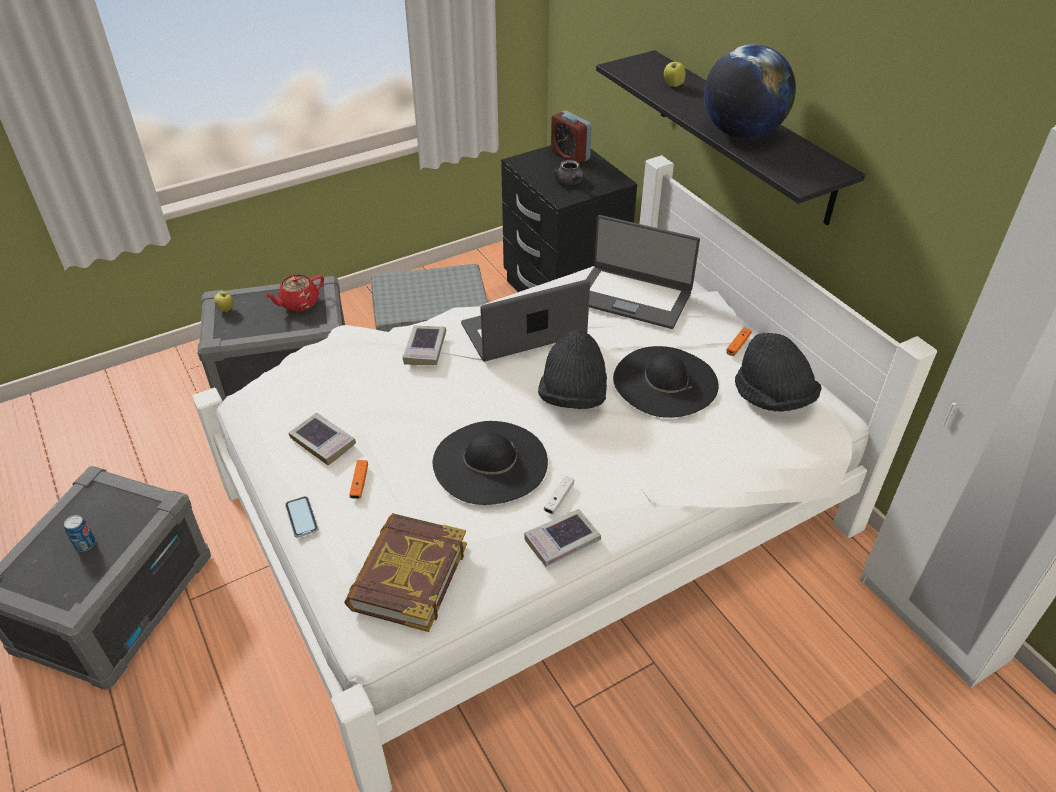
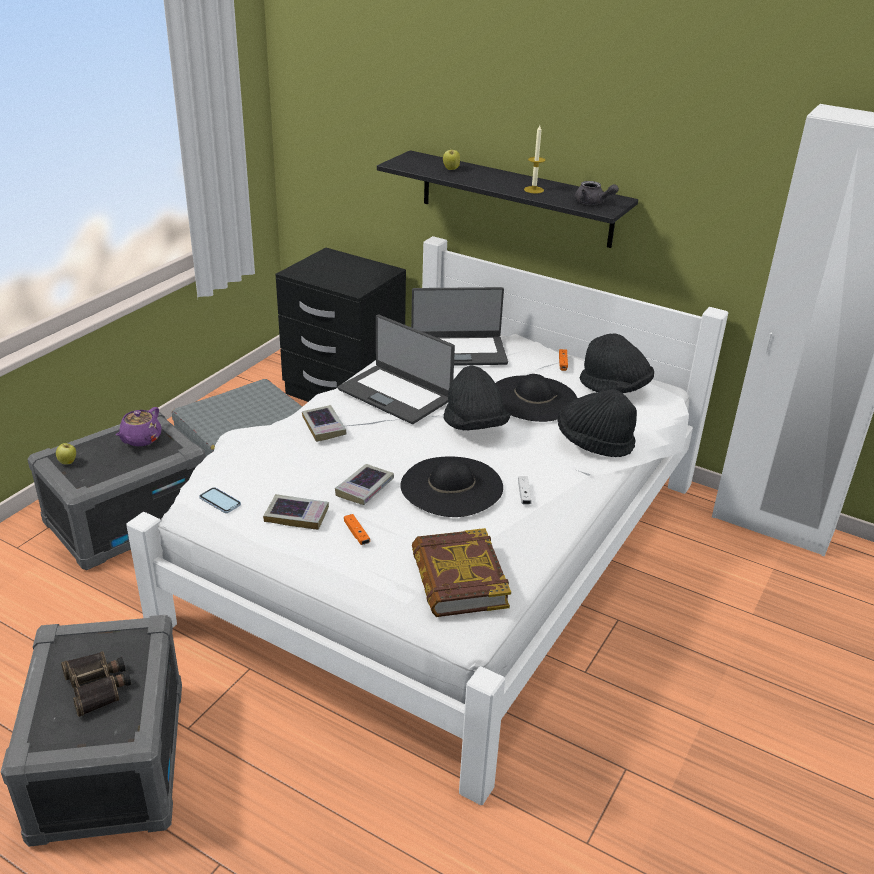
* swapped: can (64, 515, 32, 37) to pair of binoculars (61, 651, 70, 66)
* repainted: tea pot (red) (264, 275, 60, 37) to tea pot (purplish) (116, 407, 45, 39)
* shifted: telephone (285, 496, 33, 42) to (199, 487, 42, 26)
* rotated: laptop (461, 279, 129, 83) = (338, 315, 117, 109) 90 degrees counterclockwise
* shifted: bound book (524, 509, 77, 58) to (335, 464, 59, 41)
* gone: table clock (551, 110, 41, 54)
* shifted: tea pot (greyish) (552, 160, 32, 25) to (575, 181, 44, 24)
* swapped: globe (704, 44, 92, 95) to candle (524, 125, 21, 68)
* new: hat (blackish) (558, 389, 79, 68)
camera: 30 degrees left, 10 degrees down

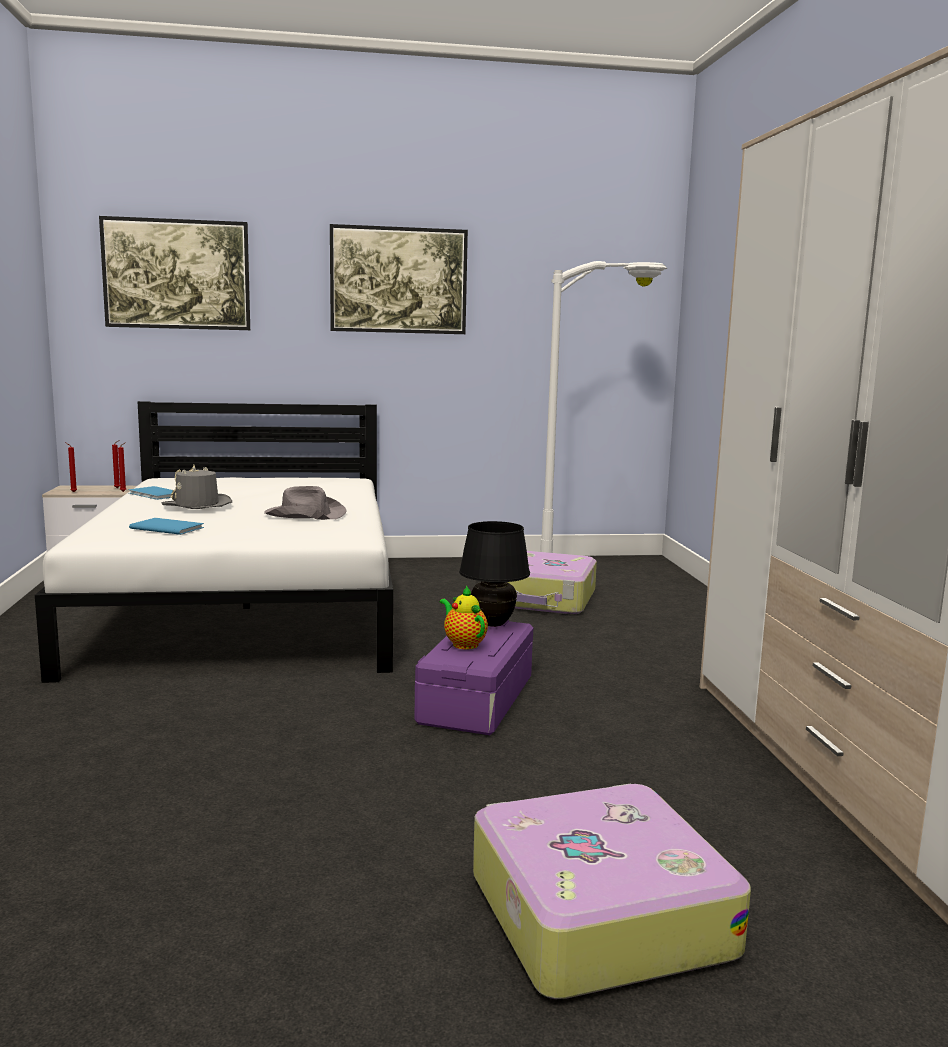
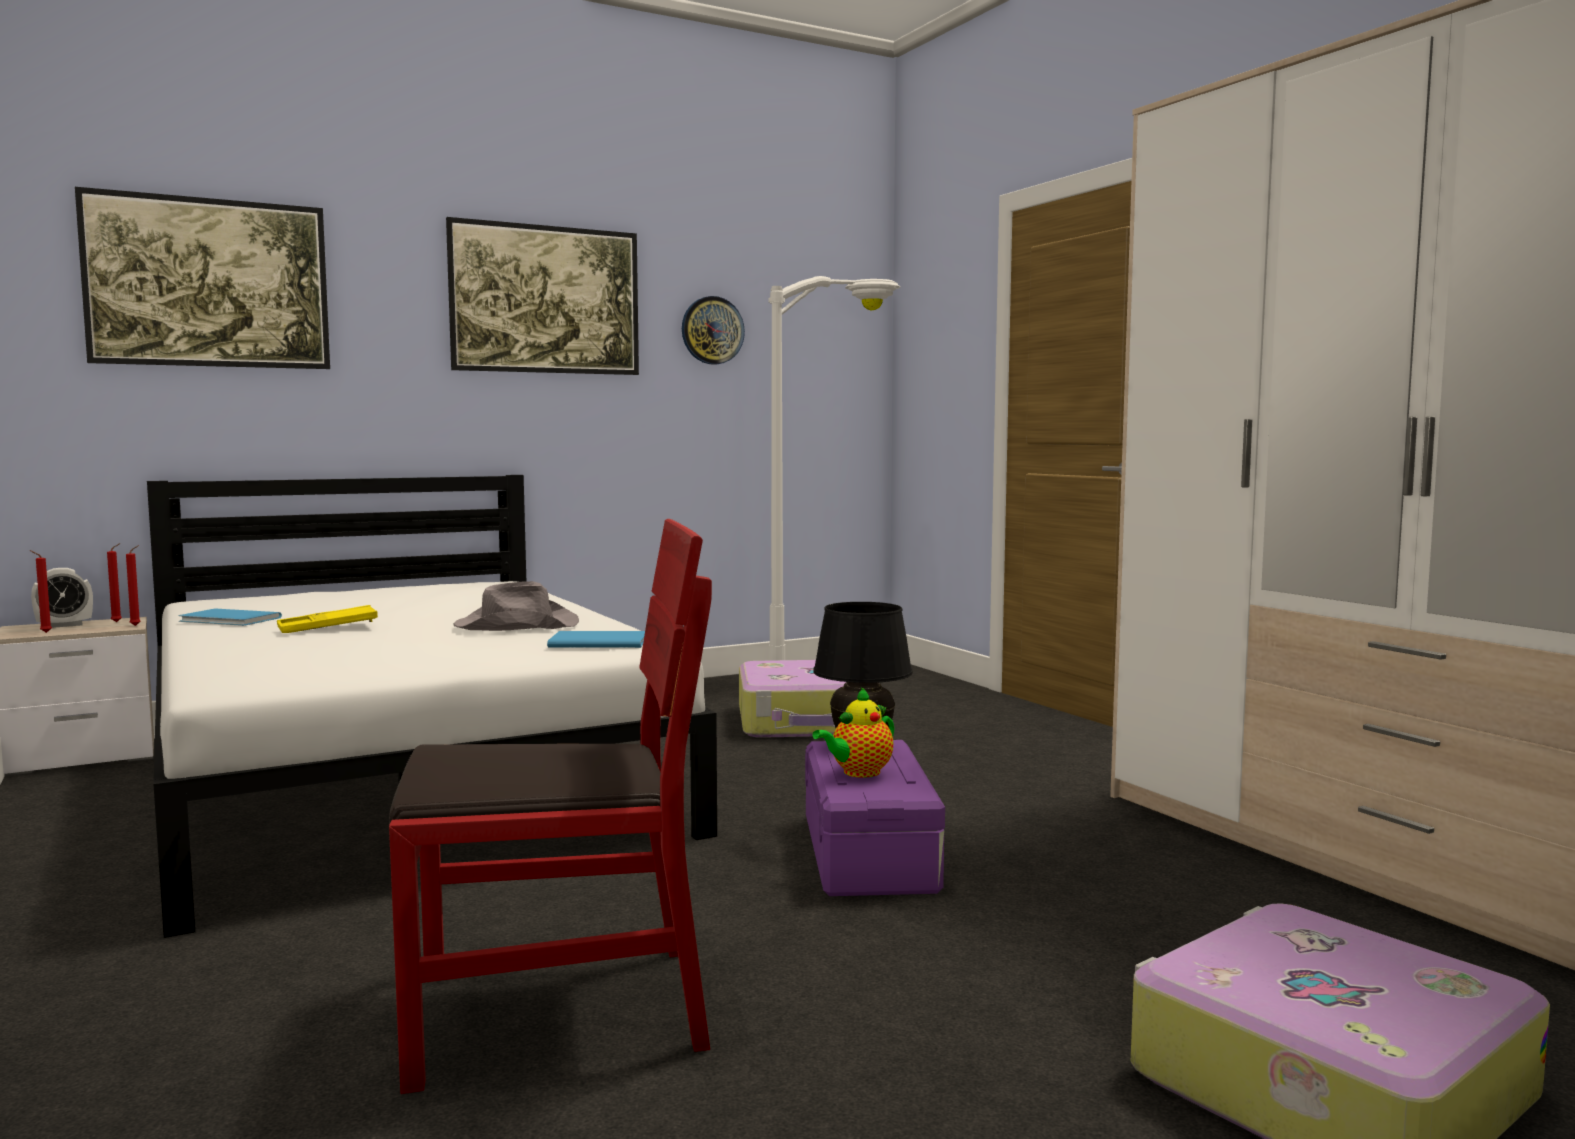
* shifted: bound book (bluish) (129, 518, 75, 17) to (547, 631, 98, 17)
* swapped: hat (greyish) (162, 465, 70, 44) to serving tray (yellow-coloured) (277, 605, 101, 28)
* rotated: tea pot (440, 586, 48, 63) = (812, 687, 82, 91) 75 degrees counterclockwise
* new: table clock (31, 568, 62, 60)
* new: upright chair (red) (389, 519, 323, 575)
* new: clock on the wall (682, 296, 63, 68)
camera: 20 degrees left, 5 degrees down

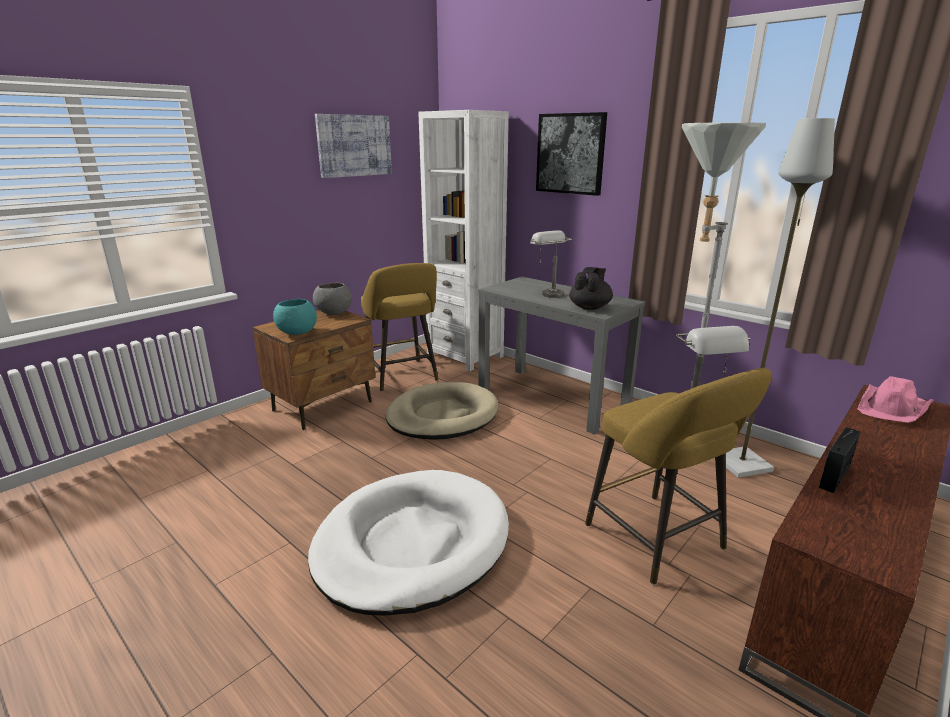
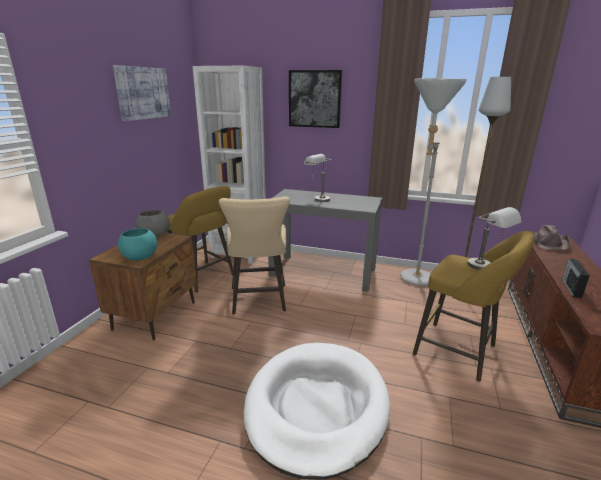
* swapped: dog bed (sand-coloured) (385, 382, 113, 58) to stool seat (sand-coloured) (219, 197, 71, 117)
* gone: tea pot (blackish) (569, 267, 44, 43)
* repainted: hat (pink-coloured) (858, 376, 76, 47) to hat (brown) (530, 225, 40, 25)
camera: 25 degrees left, 0 degrees up

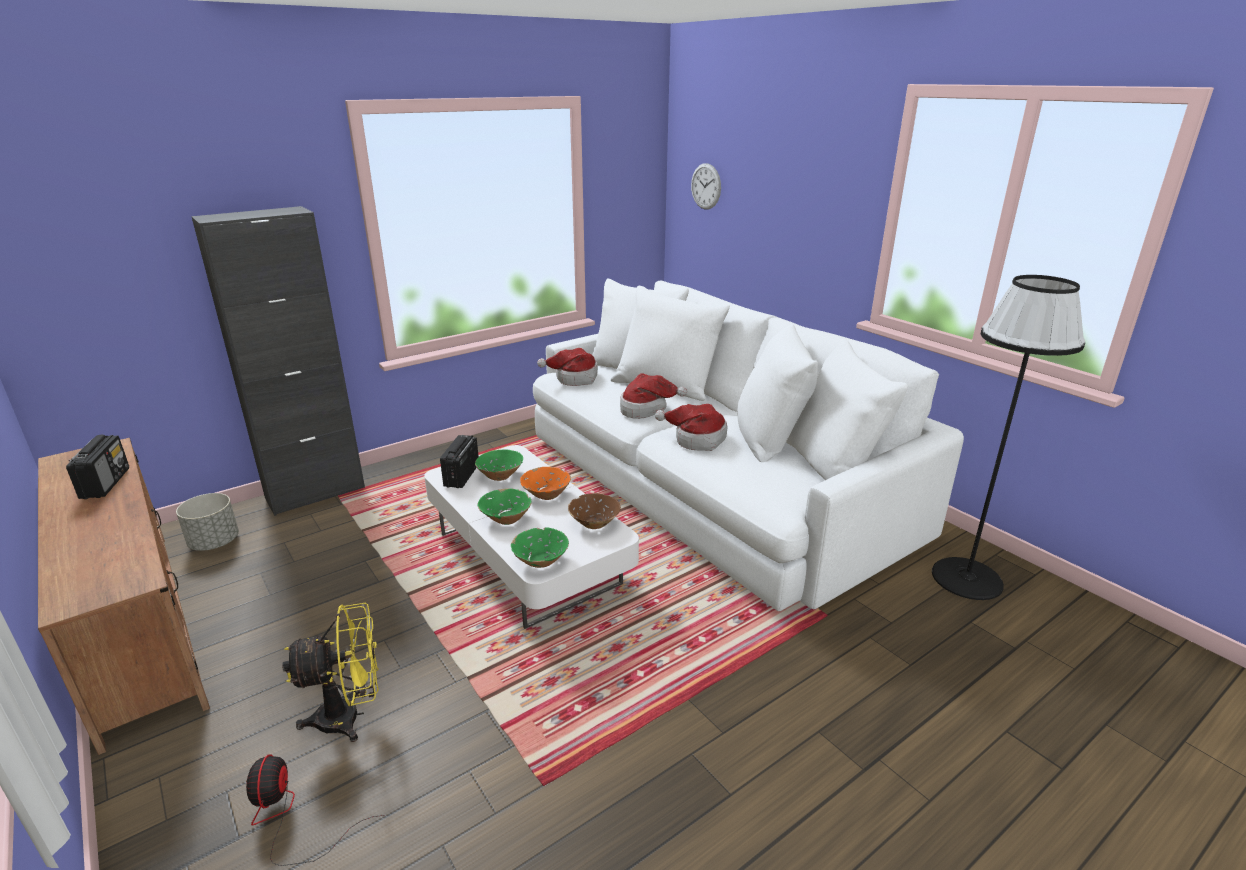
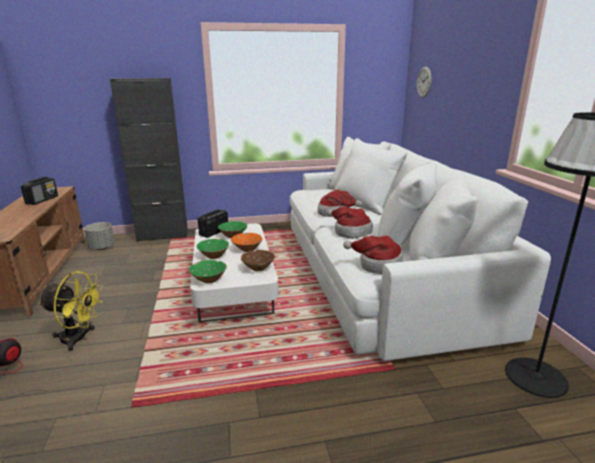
* shifted: hat (537, 348, 61, 38) to (343, 236, 60, 38)
camera: 25 degrees right, 5 degrees down

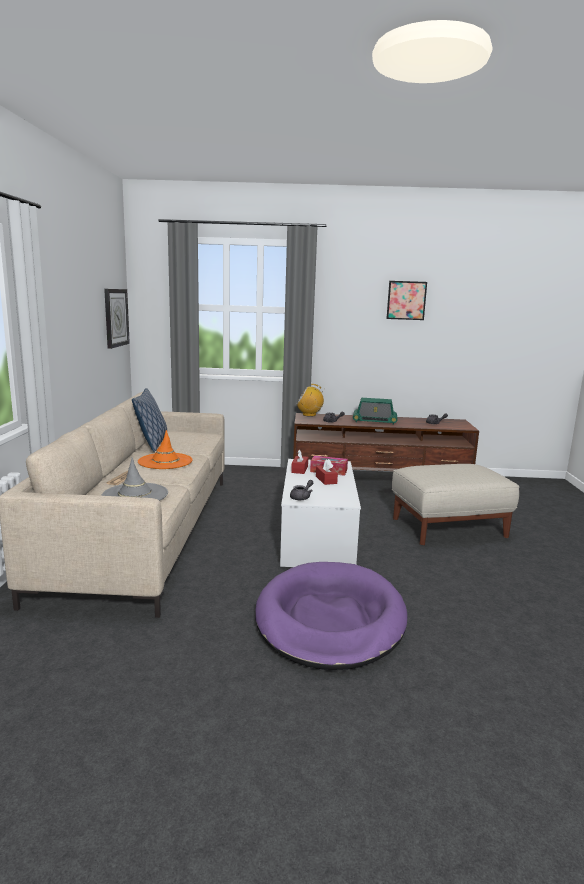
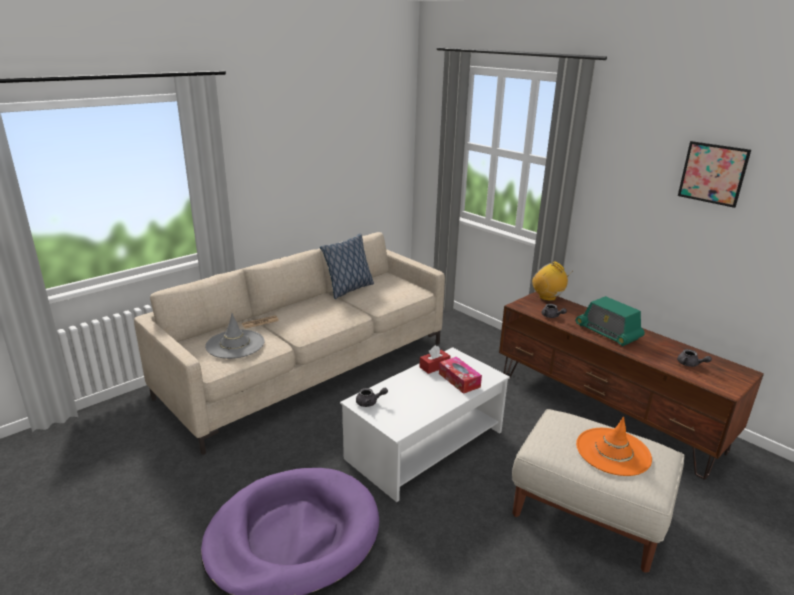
* gone: clock on the wall (104, 289, 26, 60)
* shifted: hat (orange) (138, 430, 54, 39) to (576, 417, 76, 59)
* gone: tissue box (red) (316, 459, 22, 26)
camera: 45 degrees right, 10 degrees up

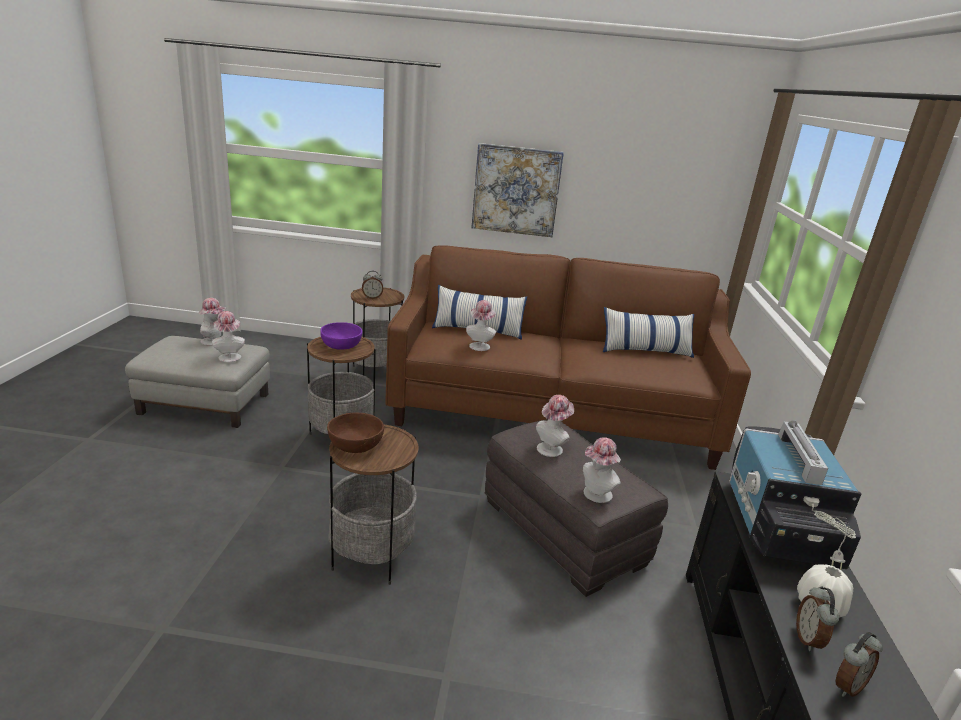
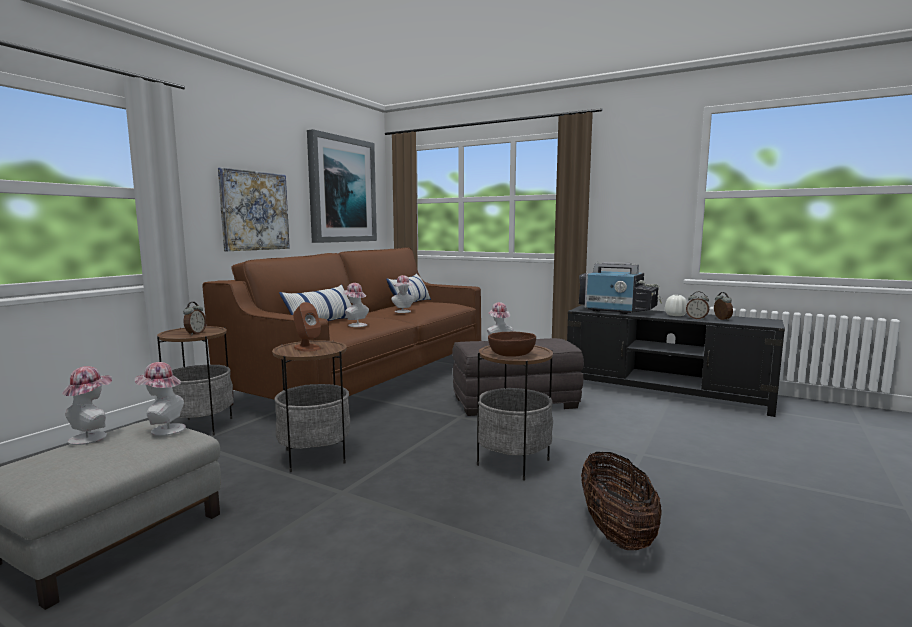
* swapped: serving bowl (purplish) (320, 322, 42, 28) to speaker (brown) (293, 302, 28, 50)
* shifted: hat (583, 437, 38, 66) to (391, 275, 24, 38)
* new: wall art (307, 129, 70, 114)
* new: basket (581, 452, 81, 98)
camera: 65 degrees left, 15 degrees down

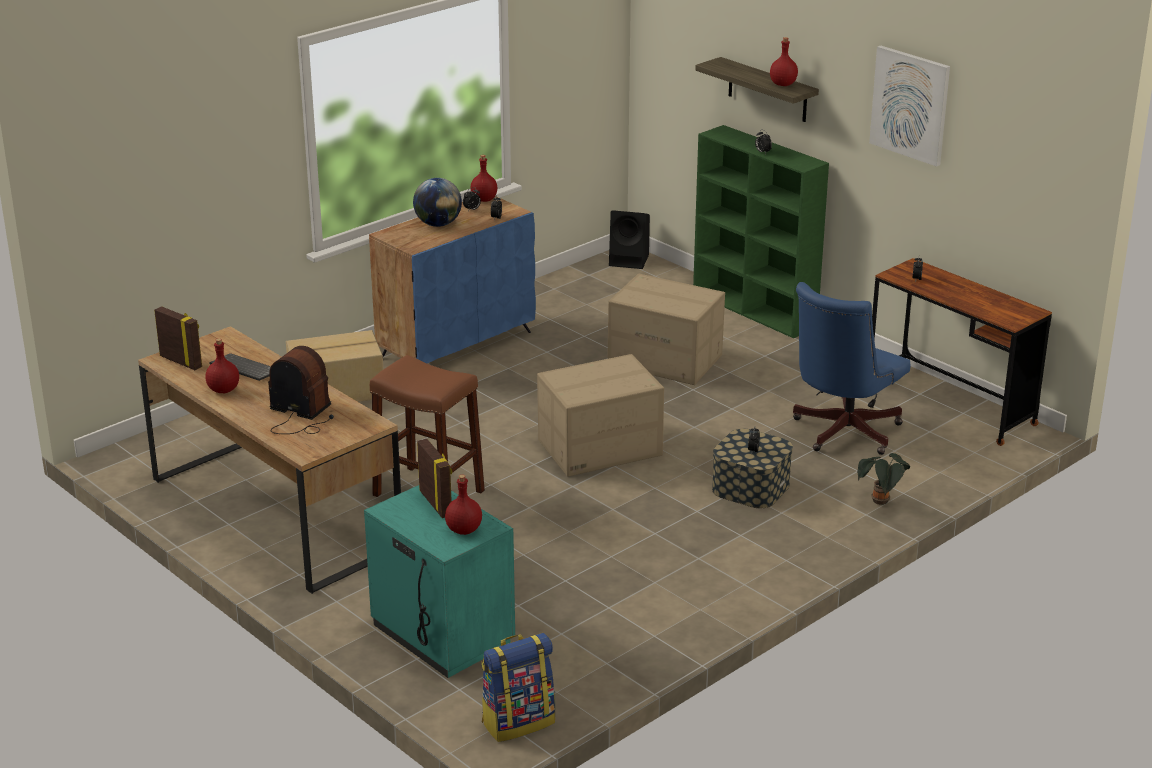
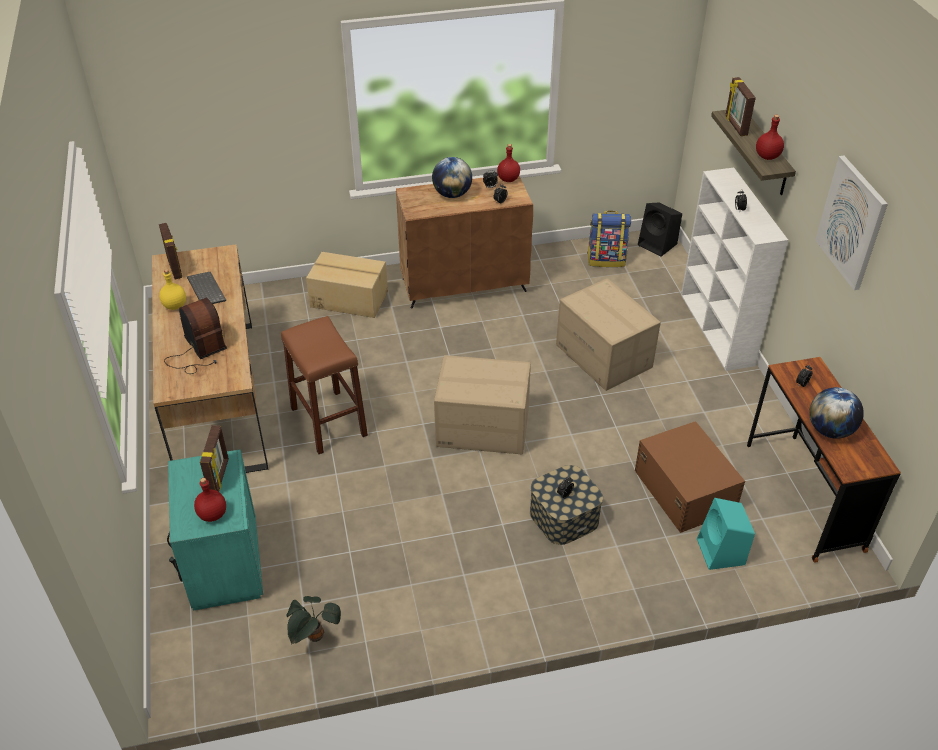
* repainted: bottle (red) (205, 338, 34, 55) to bottle (yellow-coloured) (159, 269, 27, 41)
* repainted: cabinet (bluish) (369, 196, 167, 167) to cabinet (brown) (396, 176, 137, 133)
* shifted: rucksack (482, 633, 73, 109) to (587, 211, 44, 56)
* repainted: shelving unit (green-coloured) (693, 125, 136, 213) to shelving unit (white-coloured) (681, 168, 107, 203)
* swapped: desk chair (bluish) (793, 282, 117, 173) to storage container (brown) (635, 421, 110, 112)
* shifted: potted plant (857, 453, 53, 52) to (287, 596, 54, 49)
* new: speaker (turquoise-coloured) (697, 498, 58, 72)
* new: photo frame (726, 77, 30, 59)
* new: globe (809, 387, 55, 52)
camera: 30 degrees right, 15 degrees up

